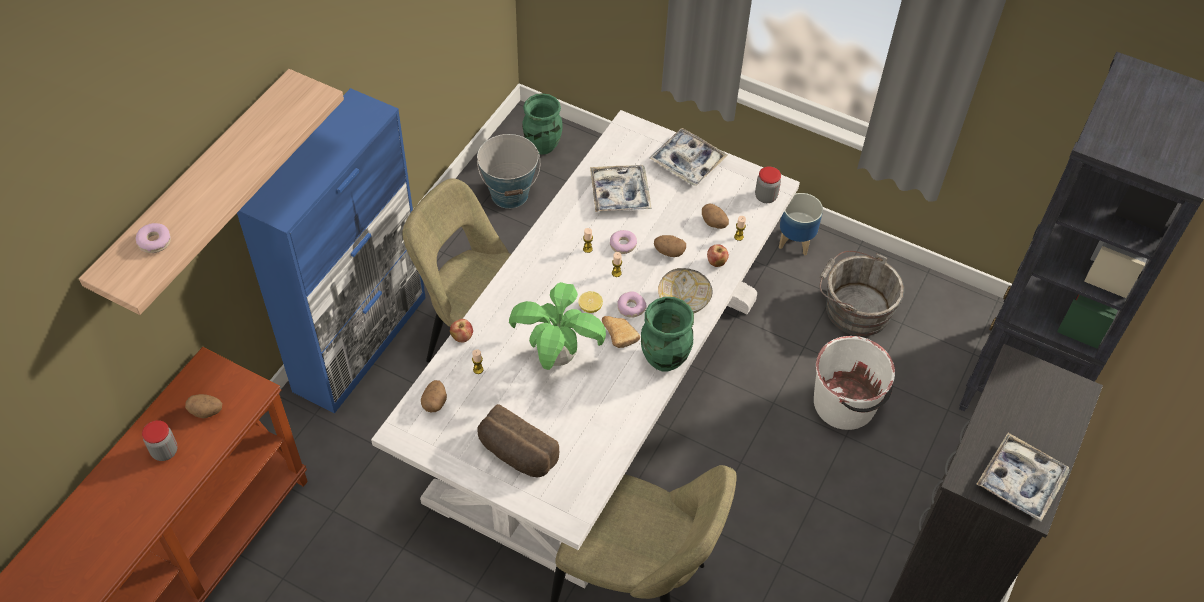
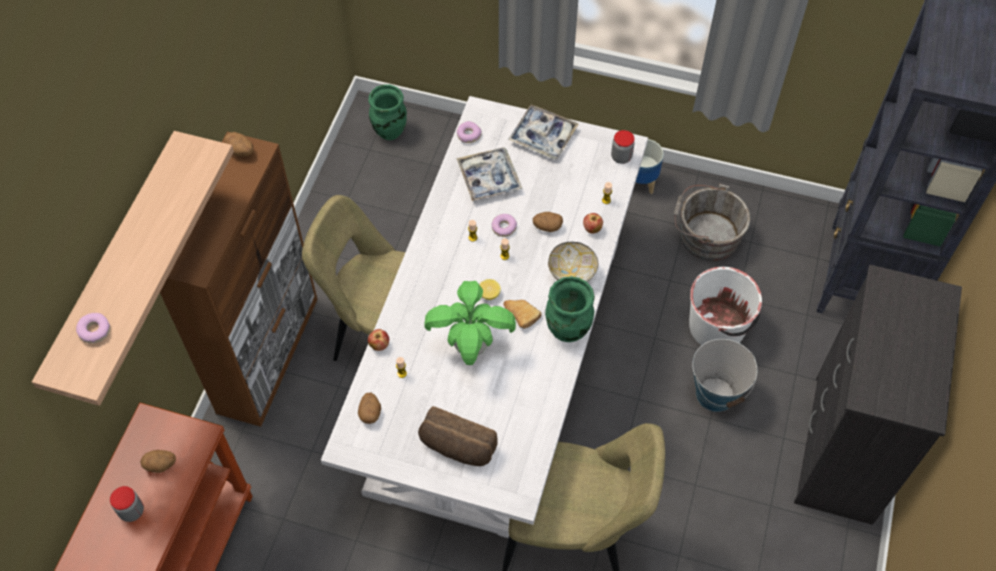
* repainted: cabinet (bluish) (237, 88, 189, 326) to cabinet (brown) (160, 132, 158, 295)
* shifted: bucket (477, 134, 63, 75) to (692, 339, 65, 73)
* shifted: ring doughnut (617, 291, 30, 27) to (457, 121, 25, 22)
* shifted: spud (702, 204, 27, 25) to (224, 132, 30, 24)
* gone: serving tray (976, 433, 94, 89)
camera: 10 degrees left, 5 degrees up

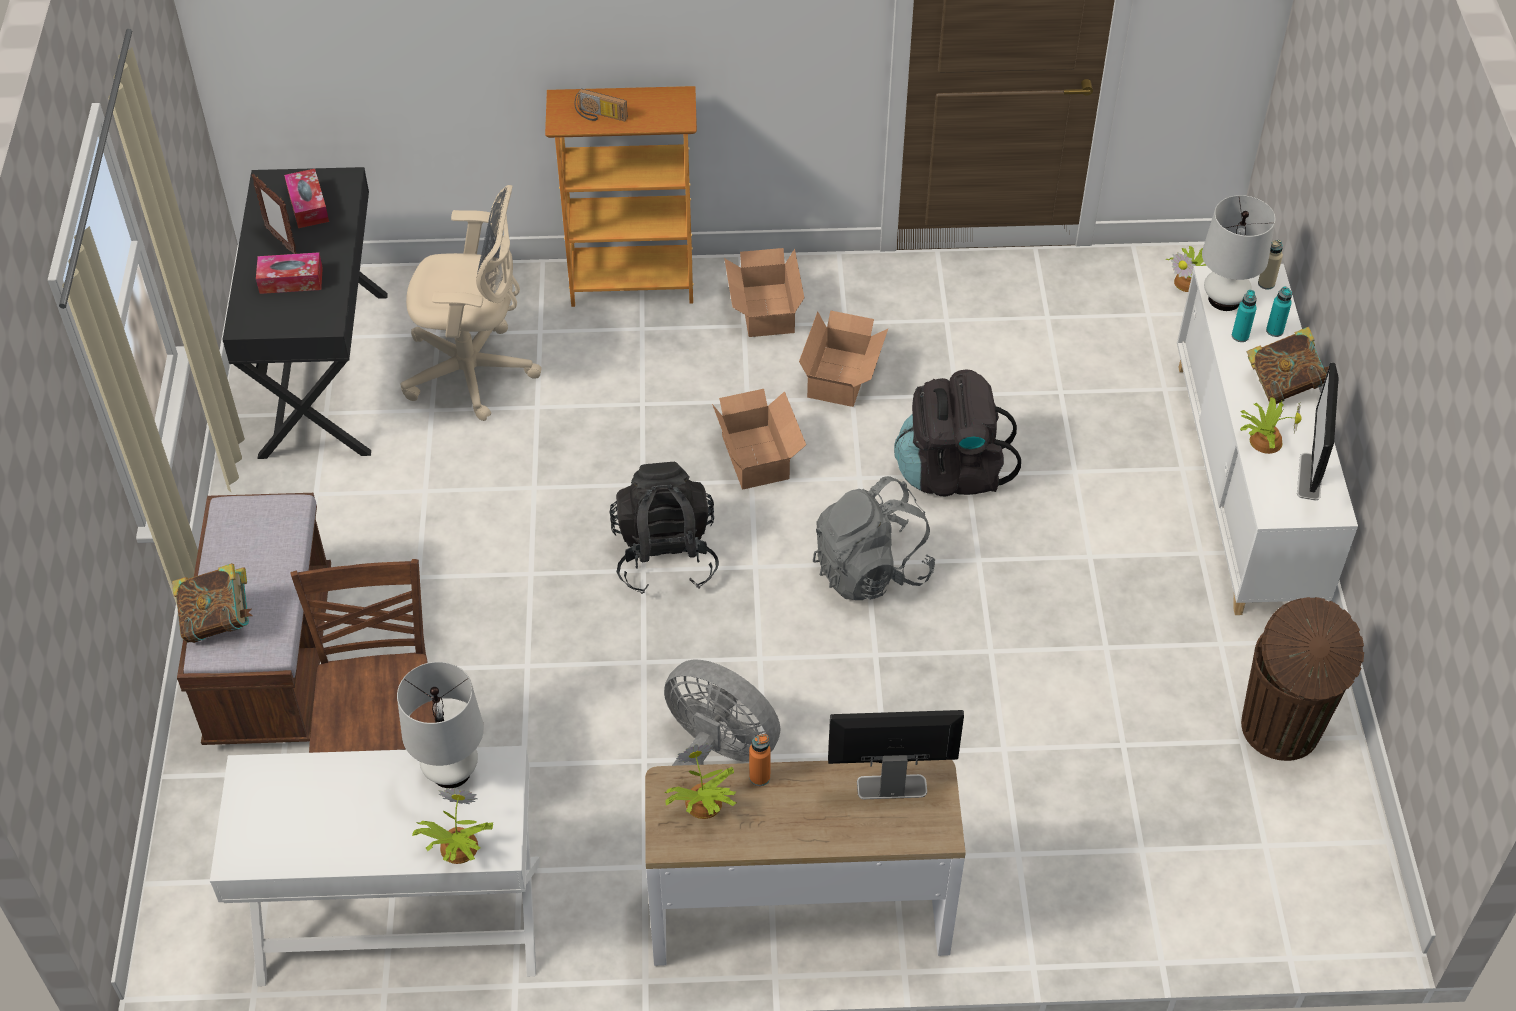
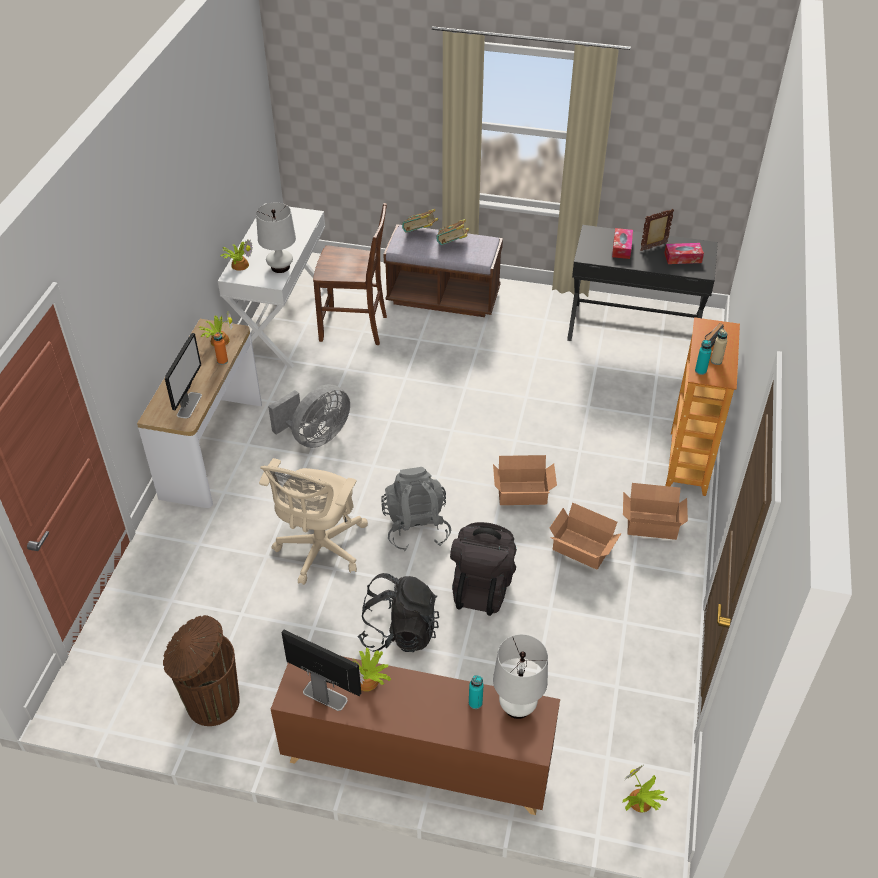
* shifted: desk chair (sand-coloured) (400, 185, 142, 236) to (259, 458, 109, 127)
* shifted: rucksack (blackish) (610, 462, 109, 132) to (357, 573, 82, 79)
* repainted: cabinet (white-coloured) (1177, 264, 181, 351) to cabinet (brown) (271, 656, 289, 159)
* shifted: bound book (1247, 327, 82, 77) to (436, 219, 33, 26)
* shifted: bottle (sand-coloured) (1258, 240, 25, 50) to (711, 329, 16, 36)
* shifted: bottle (turquoise-coloured) (1266, 286, 26, 51) to (695, 340, 17, 35)
camera: 105 degrees right, 5 degrees down

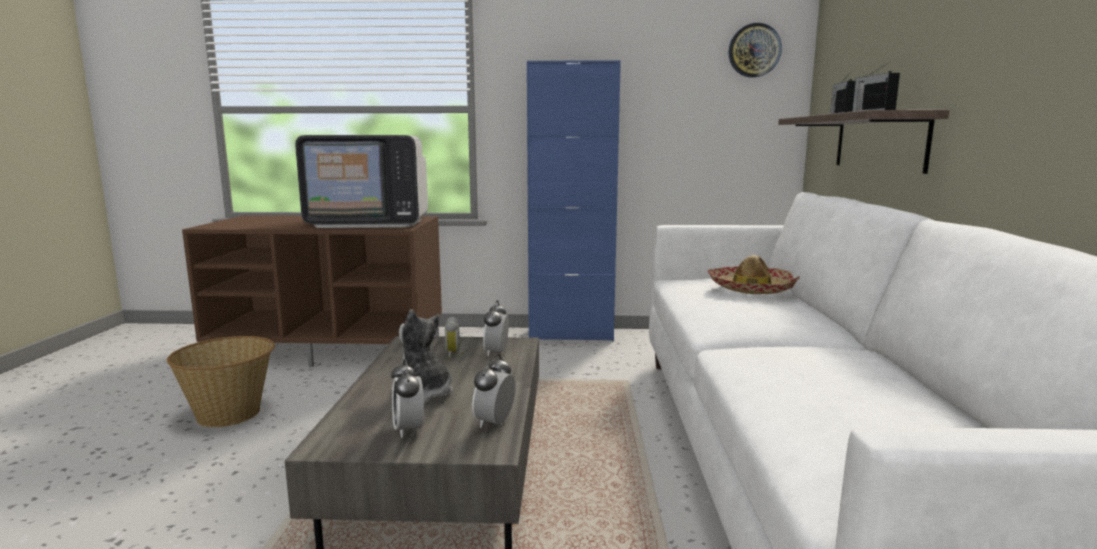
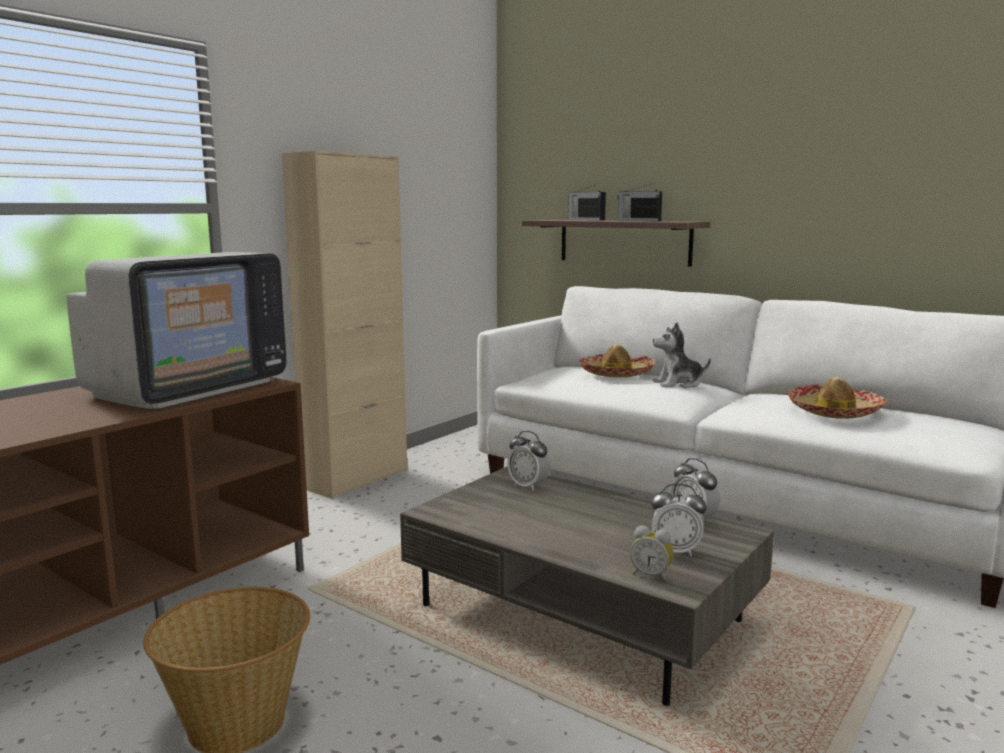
* shifted: plush toy (391, 309, 62, 94) to (653, 322, 58, 66)
* shifted: table clock (445, 317, 18, 42) to (630, 525, 44, 57)
* repainted: cabinet (bluish) (527, 60, 94, 281) to cabinet (sand-coloured) (282, 150, 125, 349)
* gone: clock on the wall (729, 23, 53, 54)
* new: hat (787, 376, 100, 43)
camera: 55 degrees left, 0 degrees up

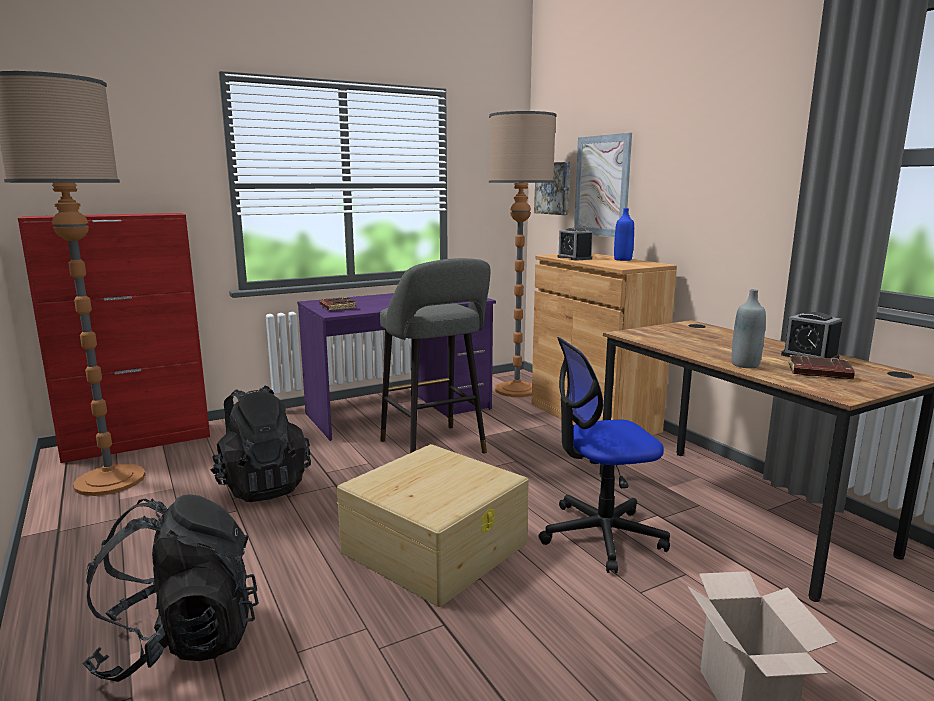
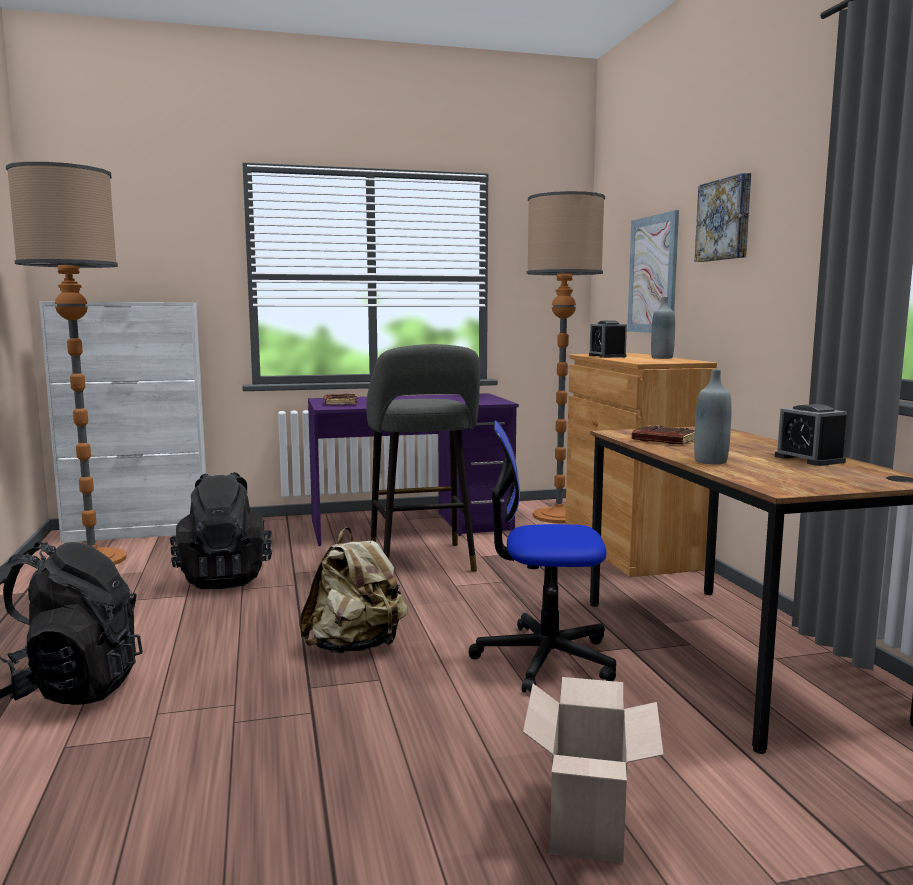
* repainted: cabinet (red) (18, 213, 192, 250) to cabinet (white-coloured) (39, 302, 167, 241)
* swapped: storage container (sand-coloured) (337, 444, 192, 163) to rucksack (sand-coloured) (299, 527, 109, 126)
* shifted: wall art (534, 162, 36, 53) to (695, 173, 56, 89)
* repainted: bottle (bluish) (614, 208, 20, 53) to bottle (greyish) (651, 297, 24, 62)
* shifted: bound book (brown) (789, 355, 66, 24) to (632, 425, 63, 19)
camera: 15 degrees right, 5 degrees down

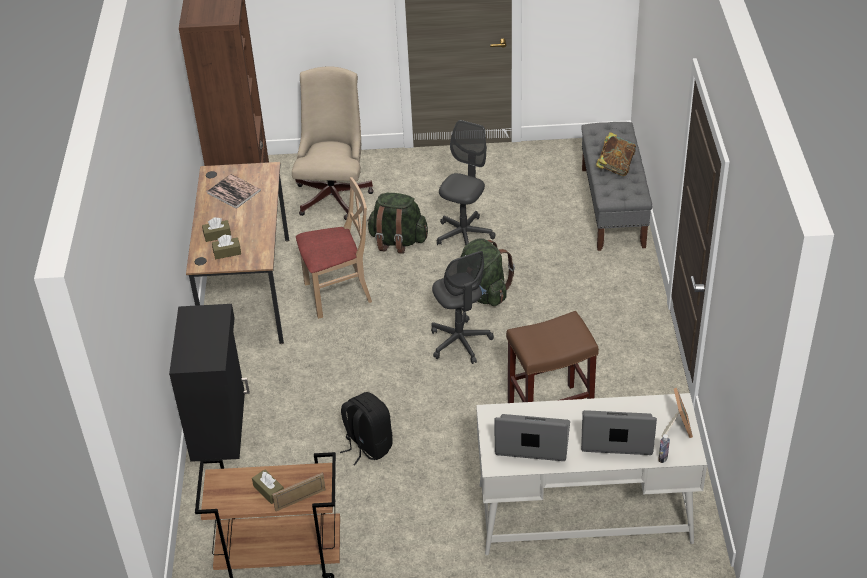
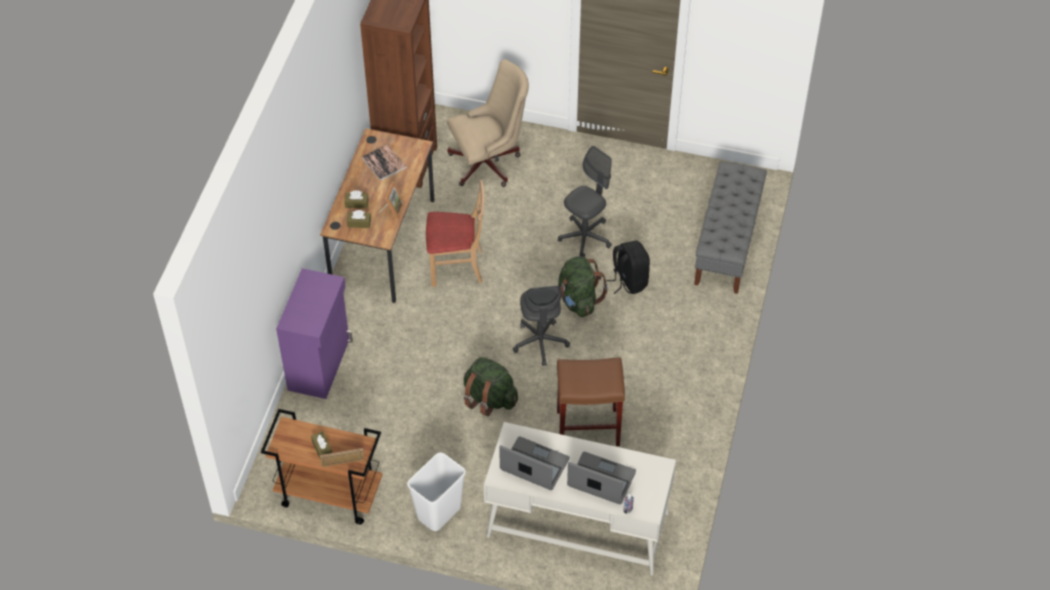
* repainted: cabinet (blackish) (169, 304, 81, 158) to cabinet (purplish) (276, 268, 77, 131)
* rotated: desk chair (sand-coloured) (292, 66, 82, 154) = (447, 59, 82, 128) 45 degrees clockwise
* shifted: rucksack (blackish) (340, 392, 53, 74) to (606, 241, 44, 53)
* shifted: rucksack (green-coloured) (367, 193, 61, 61) to (463, 357, 55, 59)
* gone: bound book (596, 132, 40, 44)
* shifted: photo frame (661, 388, 32, 50) to (378, 182, 27, 38)
* new: waste bin (white-coloured) (407, 452, 59, 79)
camera: 15 degrees right, 10 degrees up

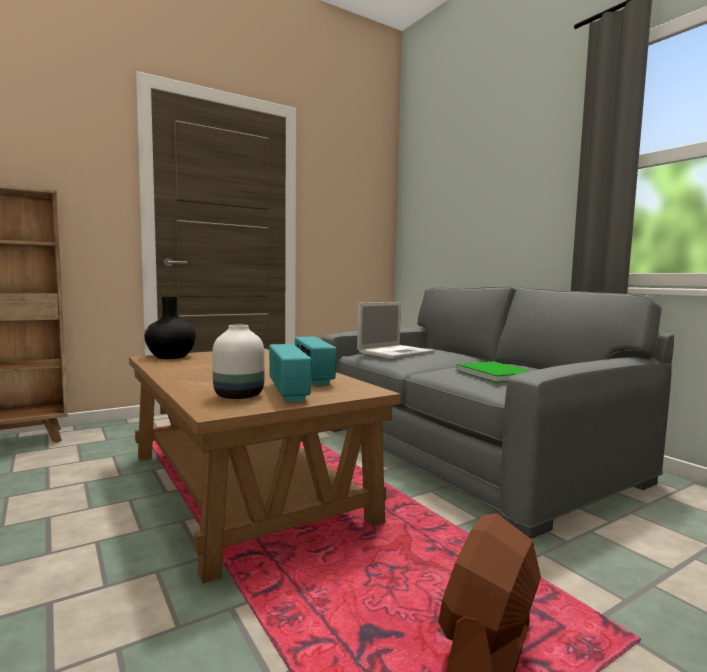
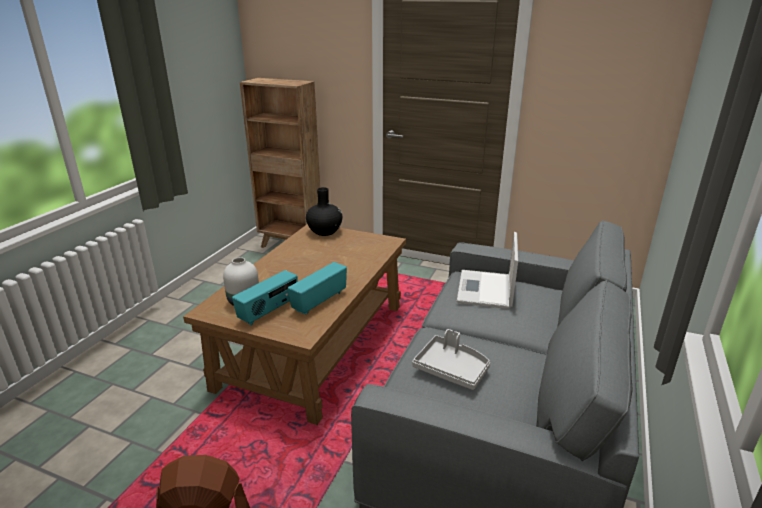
* rotated: laptop (357, 302, 77, 57) = (457, 232, 61, 77) 90 degrees clockwise
* swapped: bound book (green-coloured) (456, 362, 74, 21) to serving tray (greyish) (412, 329, 78, 61)
camera: 55 degrees right, 20 degrees up

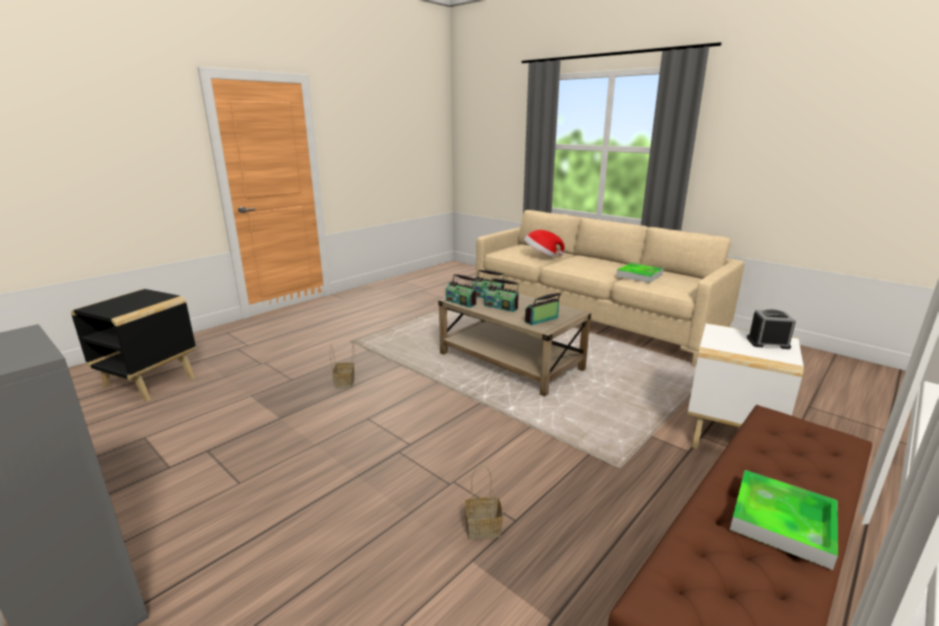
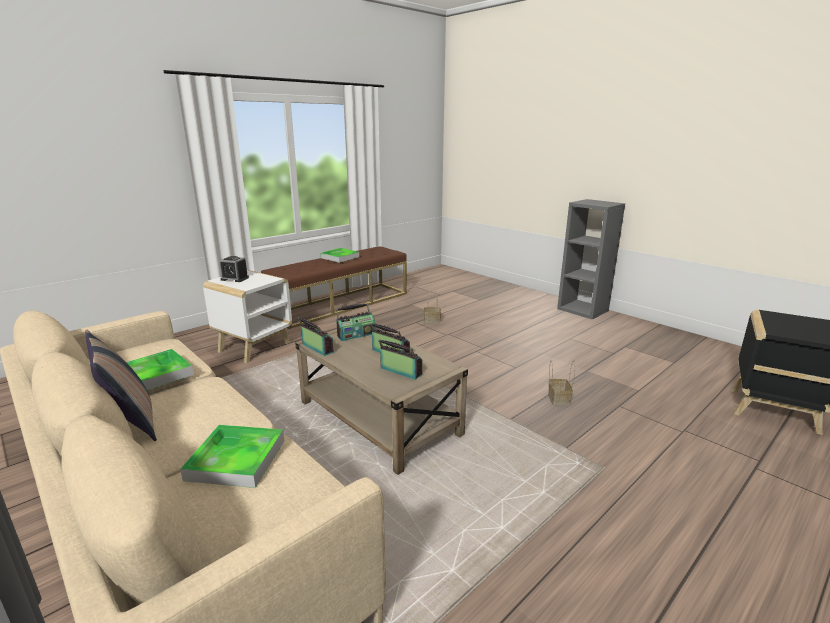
* shifted: radio set (446, 274, 31, 34) to (298, 317, 36, 39)
* swapped: hat (524, 230, 40, 27) to serving tray (180, 425, 104, 63)
* new: pillow (85, 329, 72, 112)
camera: 175 degrees left, 0 degrees up

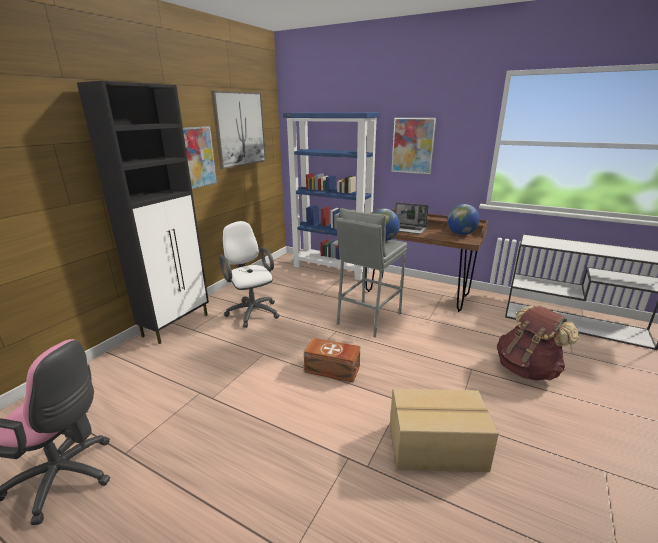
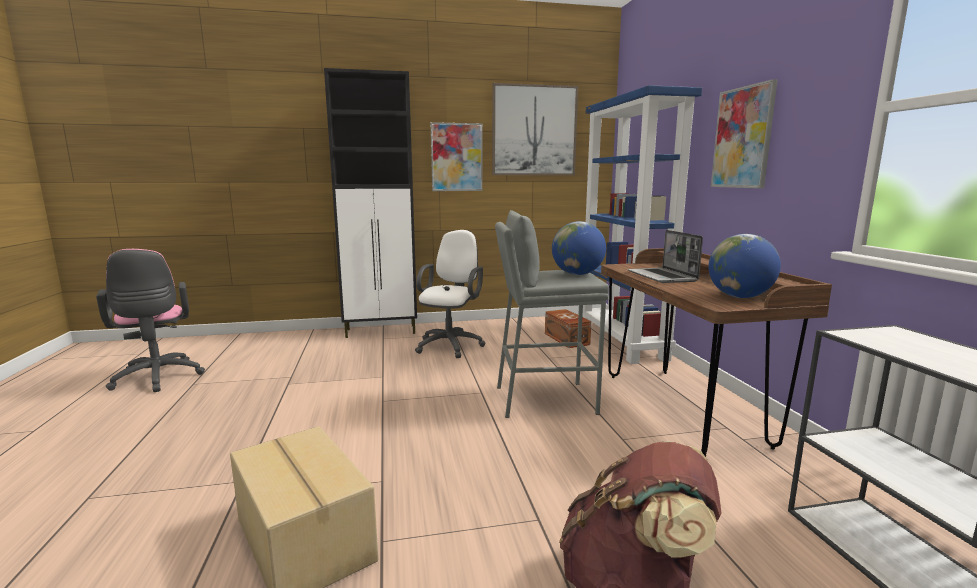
* shifted: storage container (brown) (304, 338, 56, 44) to (545, 309, 46, 39)
camera: 50 degrees right, 10 degrees down

